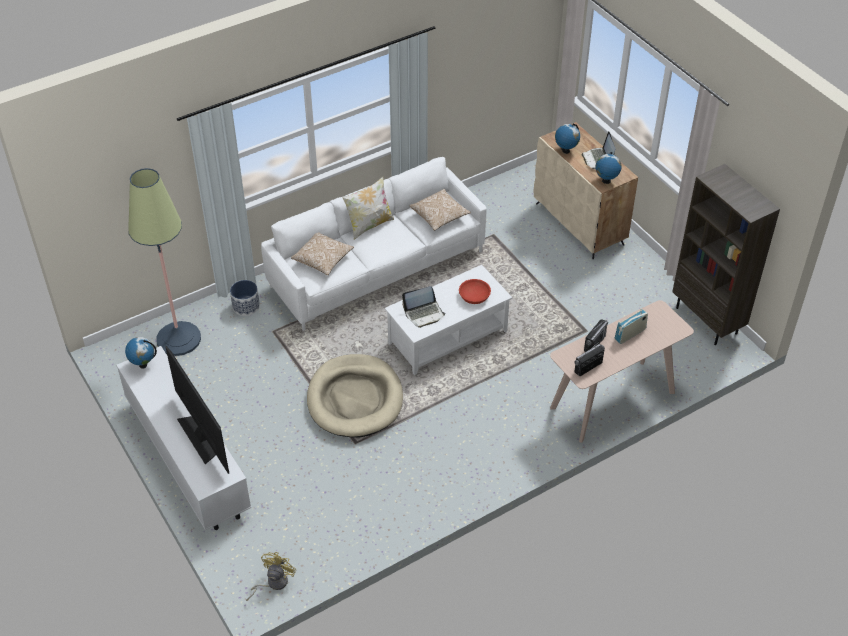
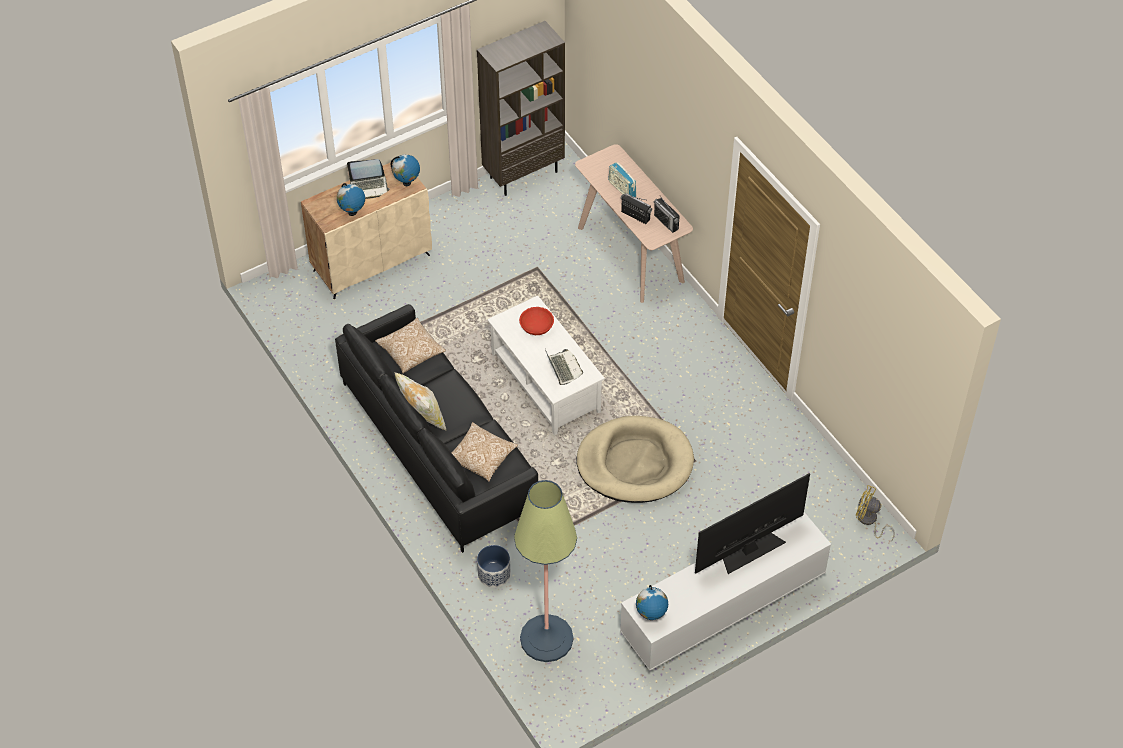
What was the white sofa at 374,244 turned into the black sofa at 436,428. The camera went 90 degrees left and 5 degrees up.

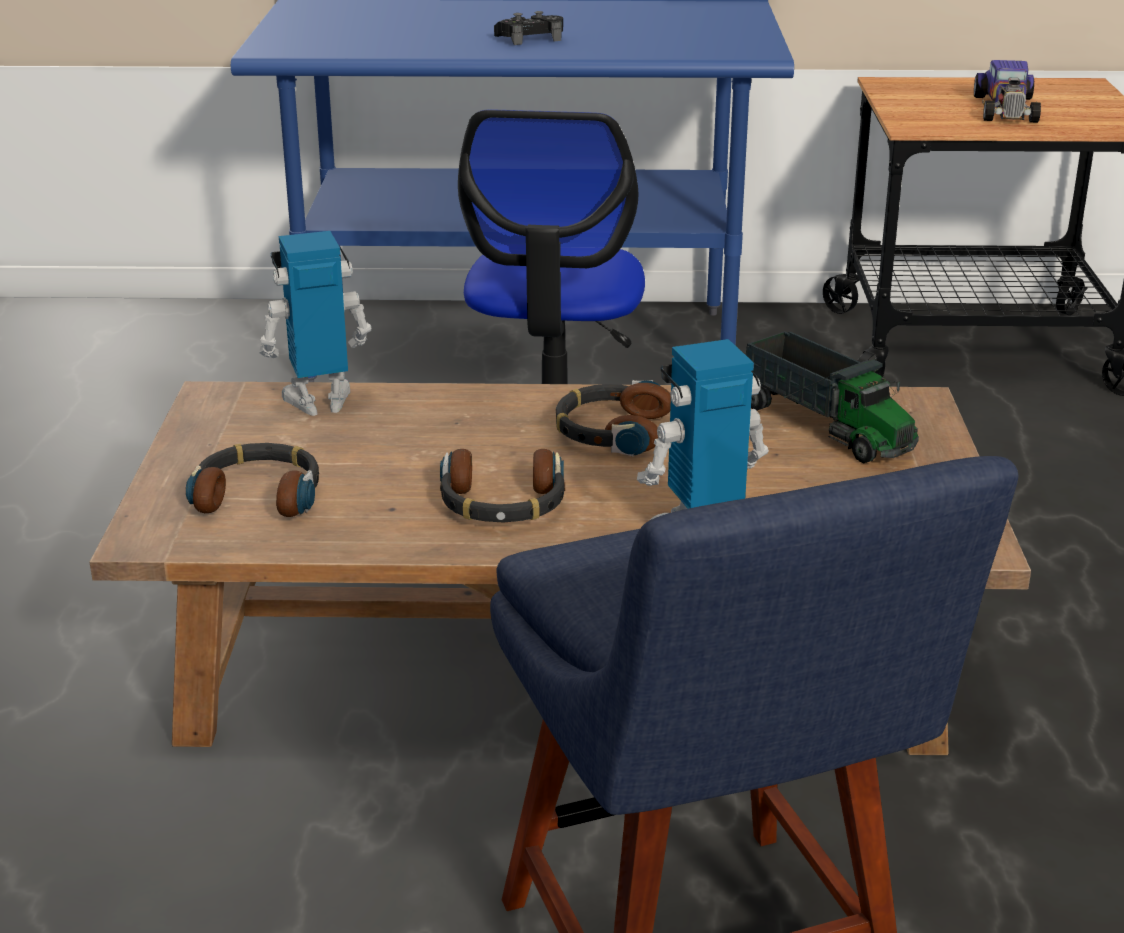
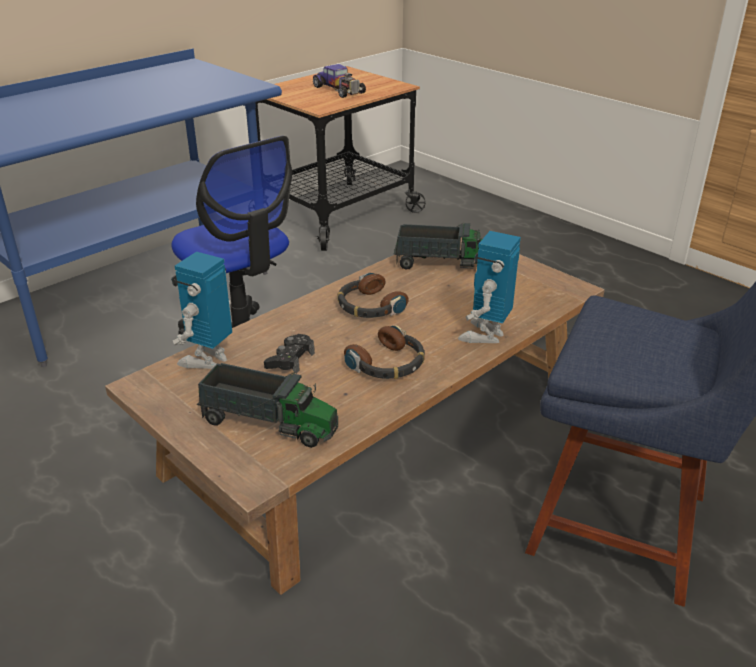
The black game controller ended up elsewhere, having gone from 528,28 to 289,354. Where the headphones stood at 252,480, the toy truck came to stand at 267,405. The camera went 45 degrees left and 5 degrees up.

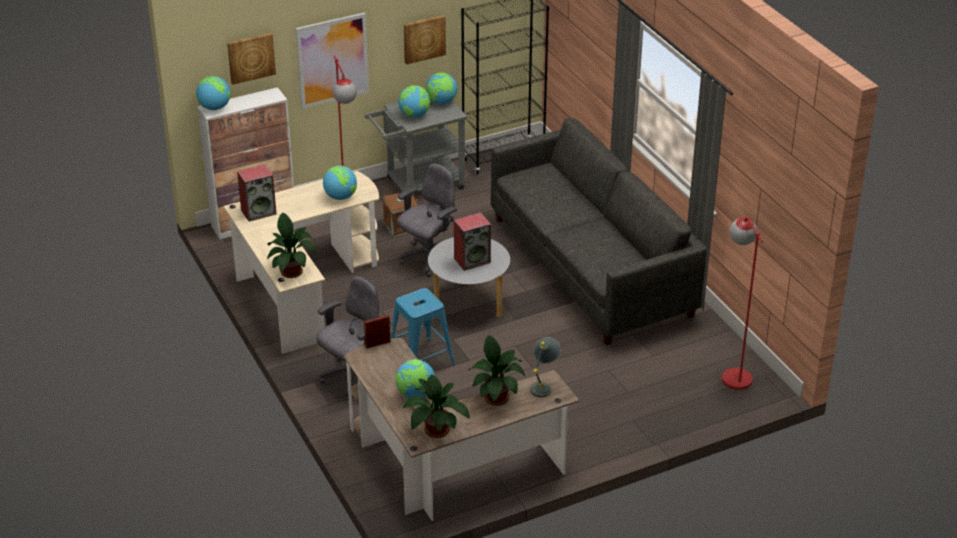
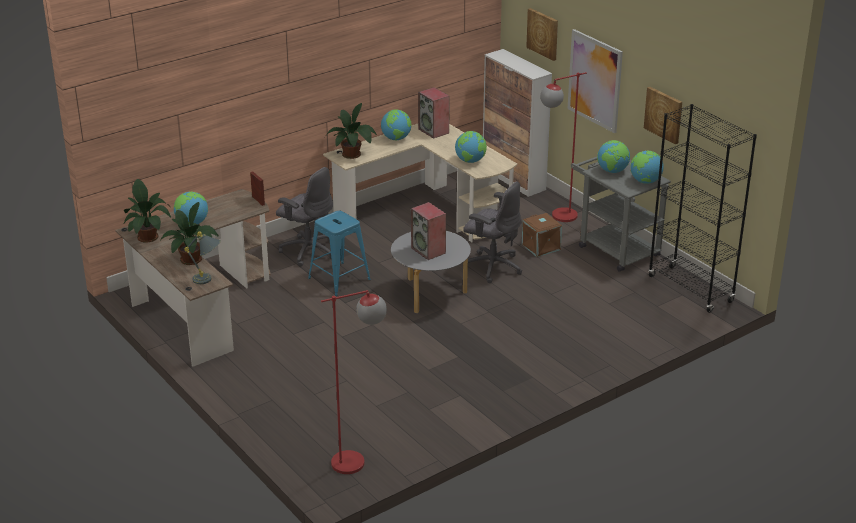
The second view lost the grey sofa at 599,231. The globe ended up elsewhere, having gone from 213,93 to 396,125. The camera went 80 degrees right and 5 degrees down.

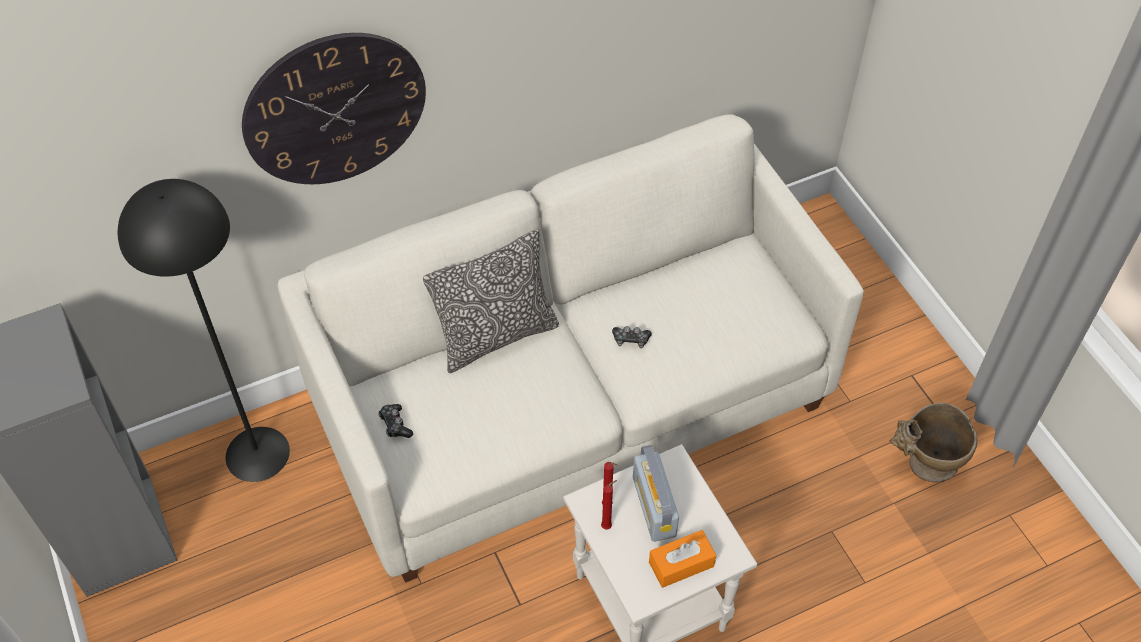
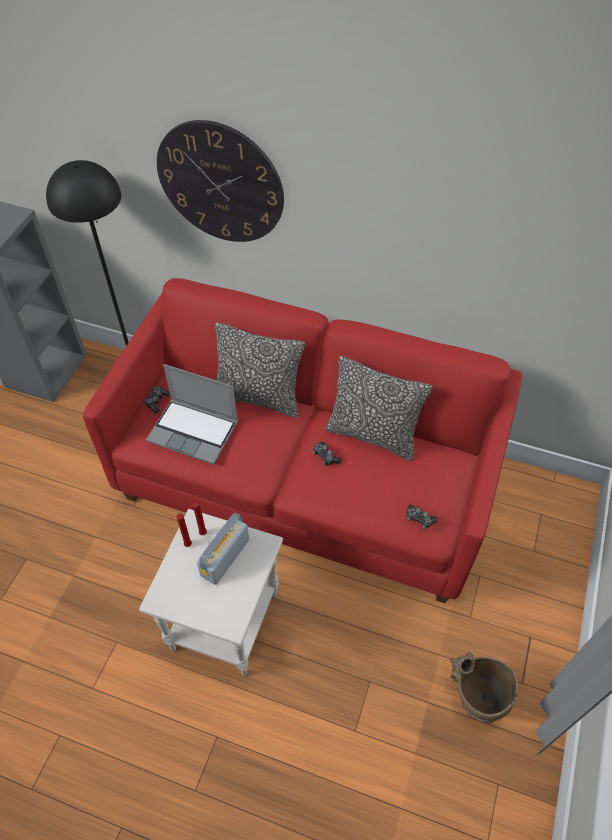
The second view lost the orange tissue box at 682,559. The second view gained the laptop at 192,414. The second view gained the pillow at 379,408. The second view gained the game controller at 422,517. What was the white sofa at 571,348 turned into the red sofa at 302,440. The camera went 45 degrees right and 0 degrees up.

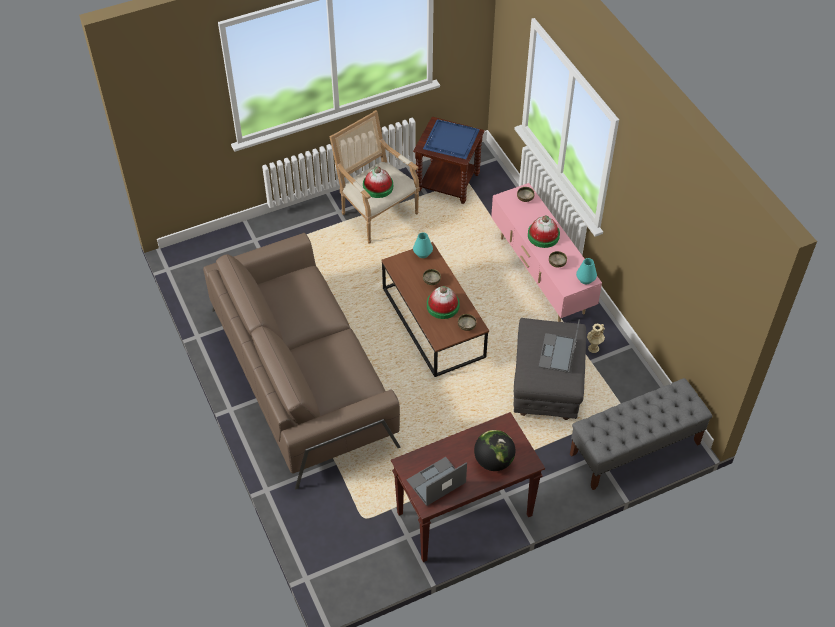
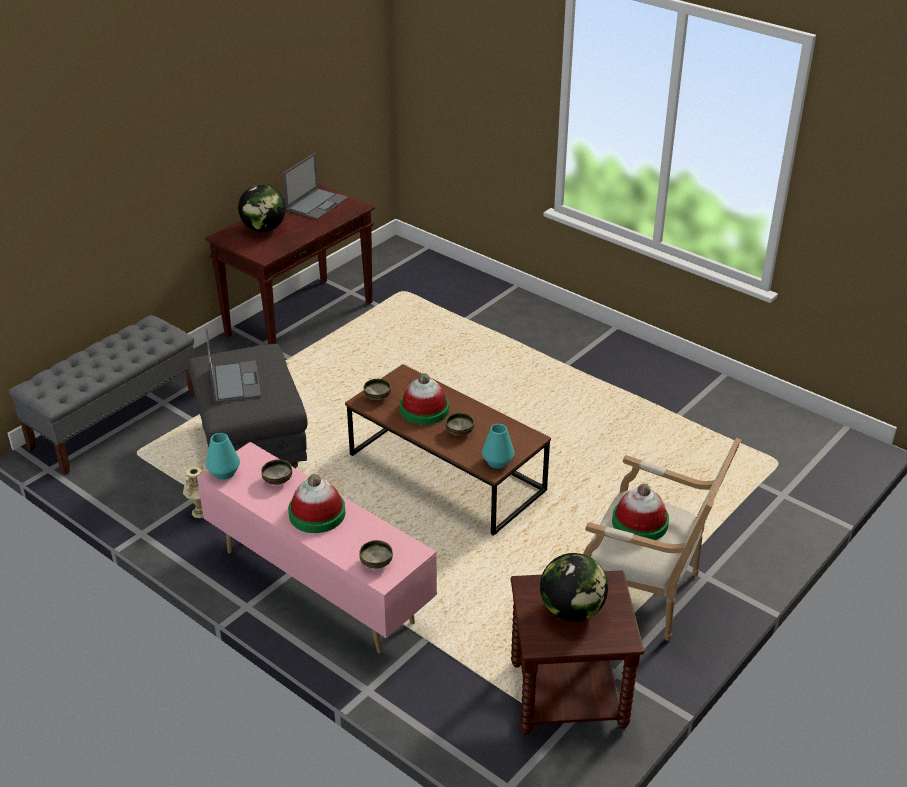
The second view lost the brown sofa at 301,361. Where the blue tray stood at 451,139, the globe came to stand at 574,587. The camera went 155 degrees right and 15 degrees down.

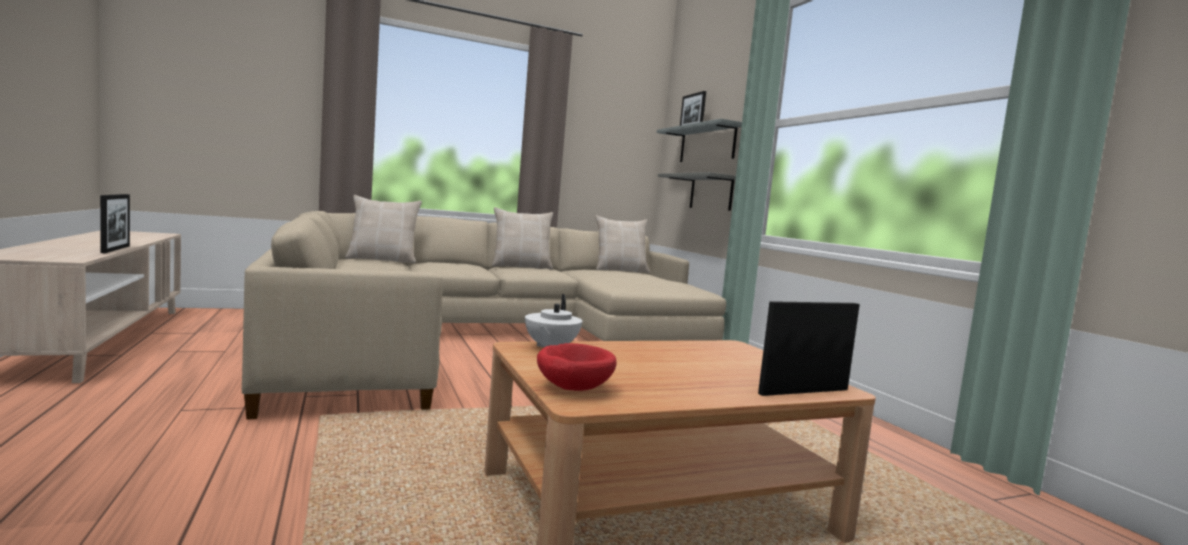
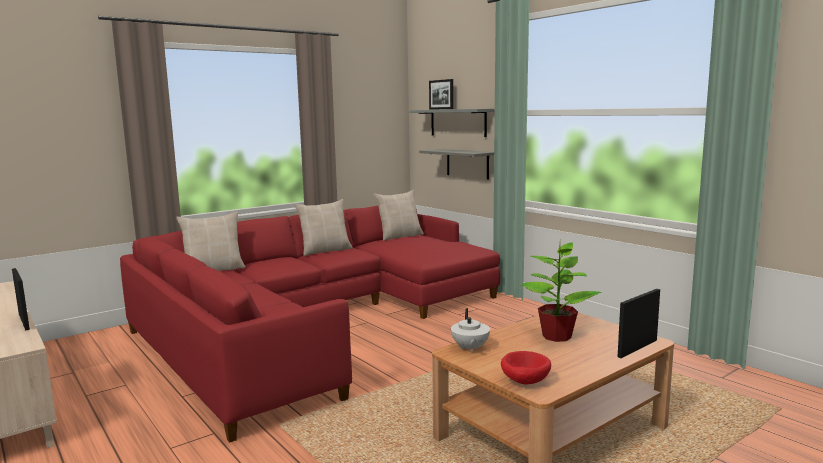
The second view gained the potted plant at 560,292. What was the beige sofa at 484,315 turned into the red sofa at 310,324. The camera went 15 degrees left and 5 degrees up.

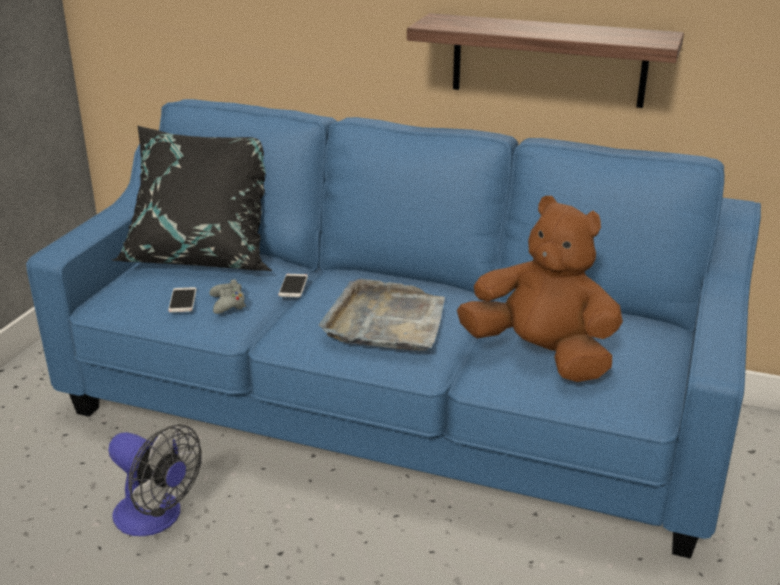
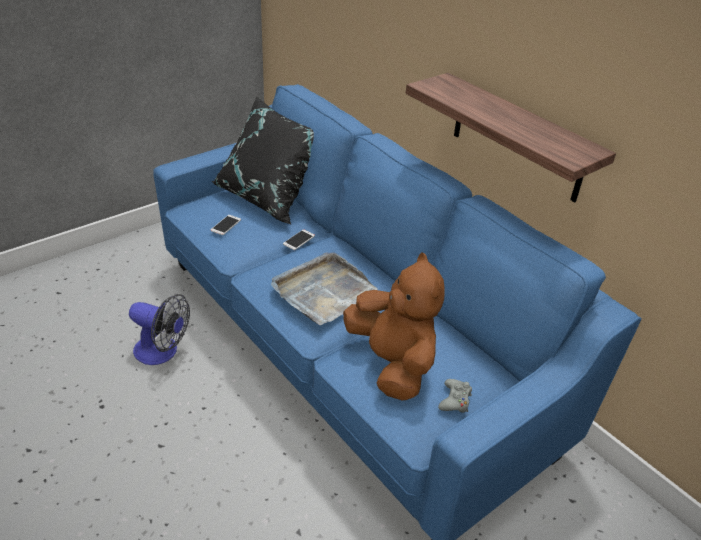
The grey game controller ended up elsewhere, having gone from 227,296 to 455,396. The fan at 155,480 ended up facing another way, 45 degrees counterclockwise from before. The camera went 30 degrees right and 10 degrees up.

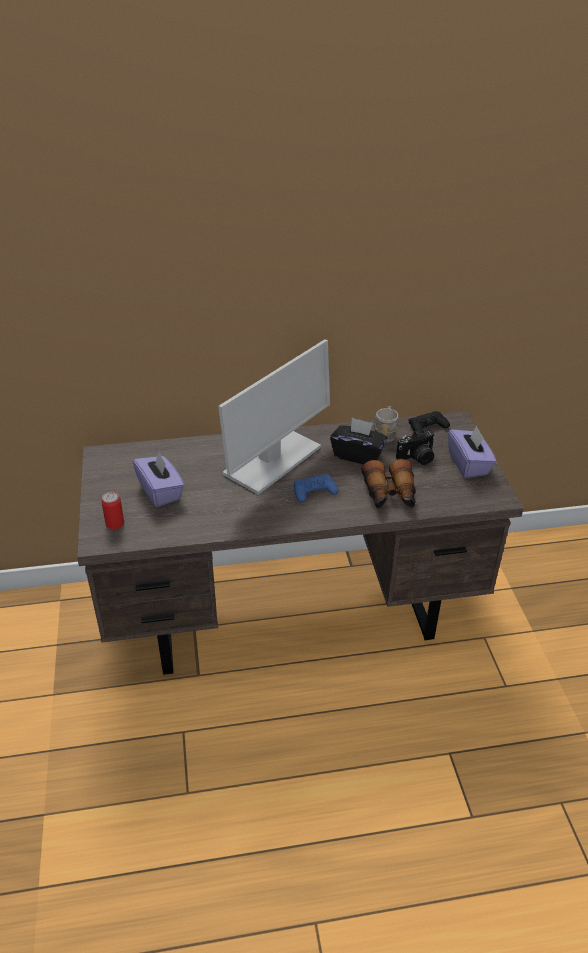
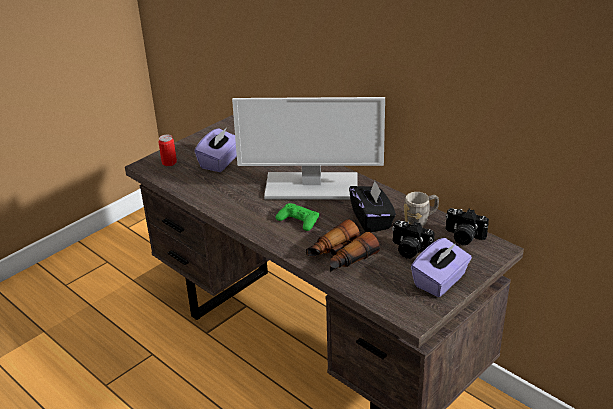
Where the black game controller stood at 429,422, the photo camera came to stand at 467,226. What was the blue game controller at 316,488 turned into the green game controller at 297,217. The camera went 55 degrees right and 5 degrees down.

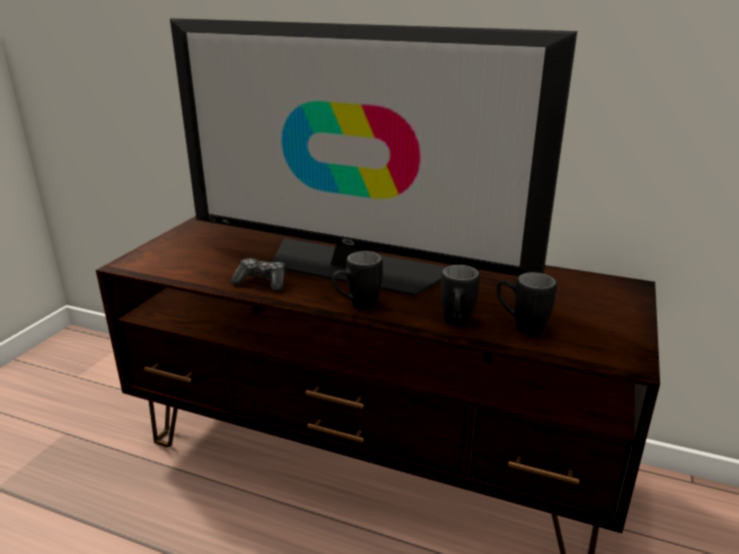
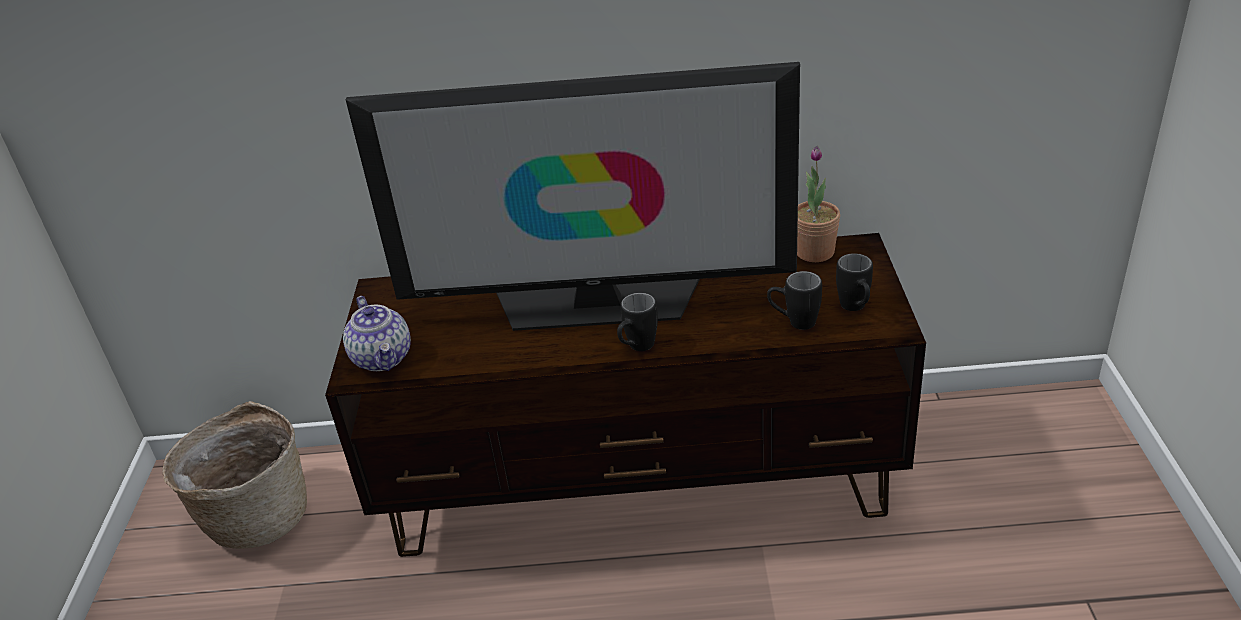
The second view lost the game controller at 258,274. The second view gained the basket at 234,475. The second view gained the teapot at 377,333. The second view gained the potted plant at 818,204. The black mug ended up elsewhere, having gone from 460,295 to 854,282. The camera went 20 degrees left and 10 degrees up.

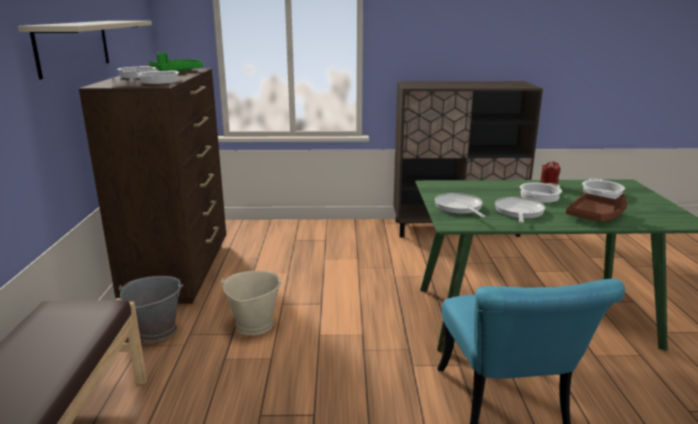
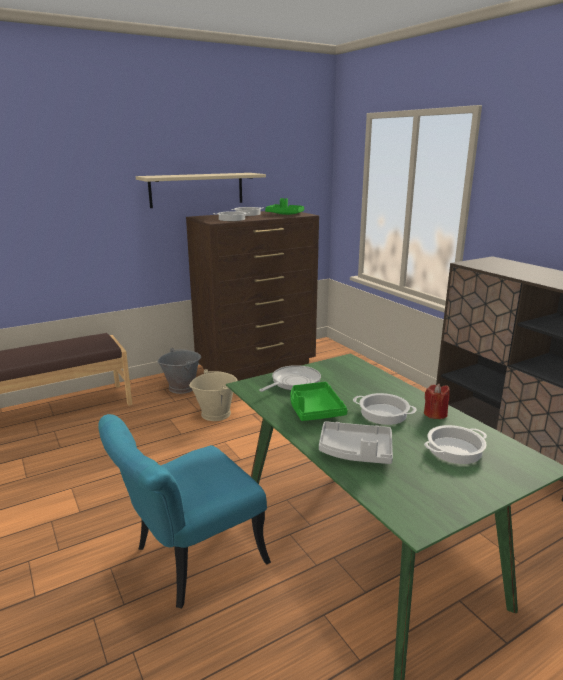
Where the frying pan stood at 520,210, the green tray came to stand at 319,401. What was the brown tray at 596,207 turned into the grey tray at 356,442. The camera went 60 degrees right and 0 degrees up.

